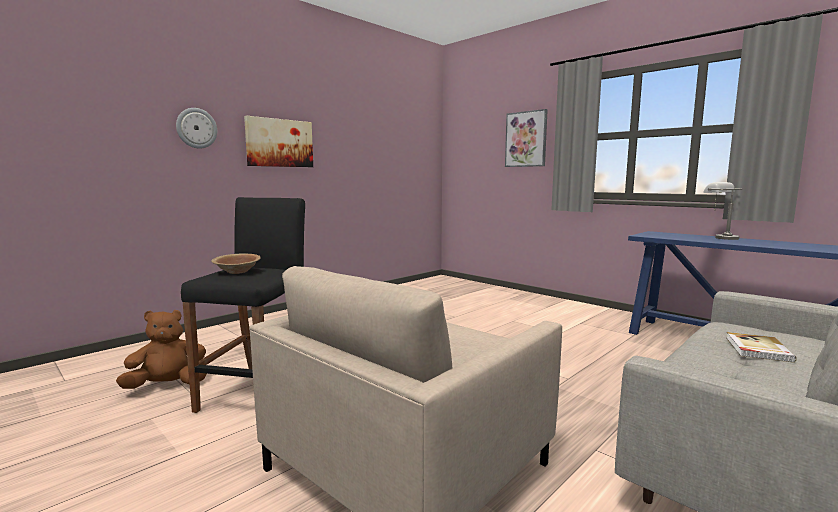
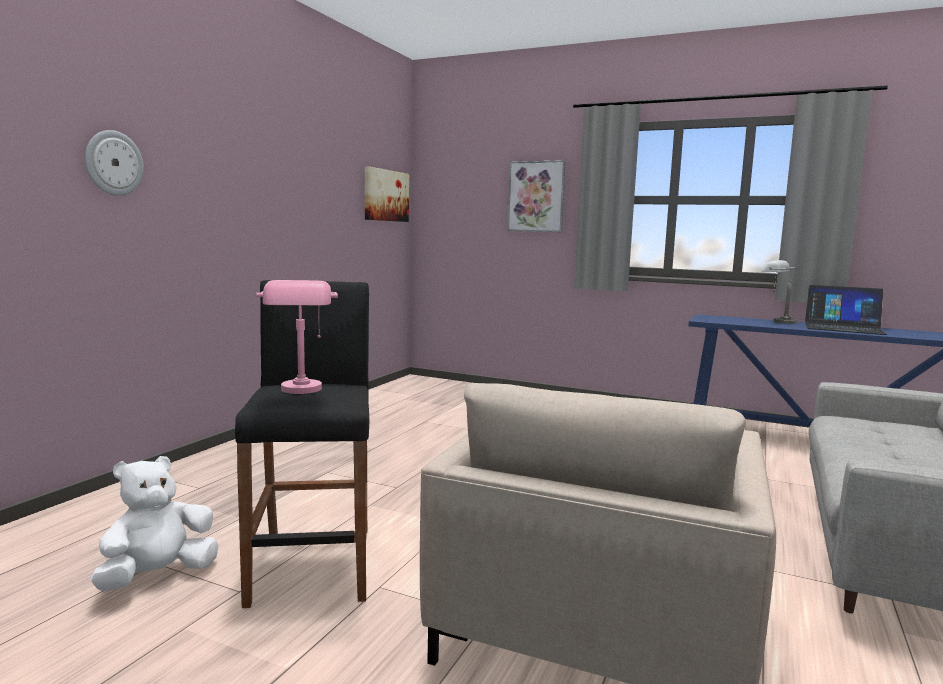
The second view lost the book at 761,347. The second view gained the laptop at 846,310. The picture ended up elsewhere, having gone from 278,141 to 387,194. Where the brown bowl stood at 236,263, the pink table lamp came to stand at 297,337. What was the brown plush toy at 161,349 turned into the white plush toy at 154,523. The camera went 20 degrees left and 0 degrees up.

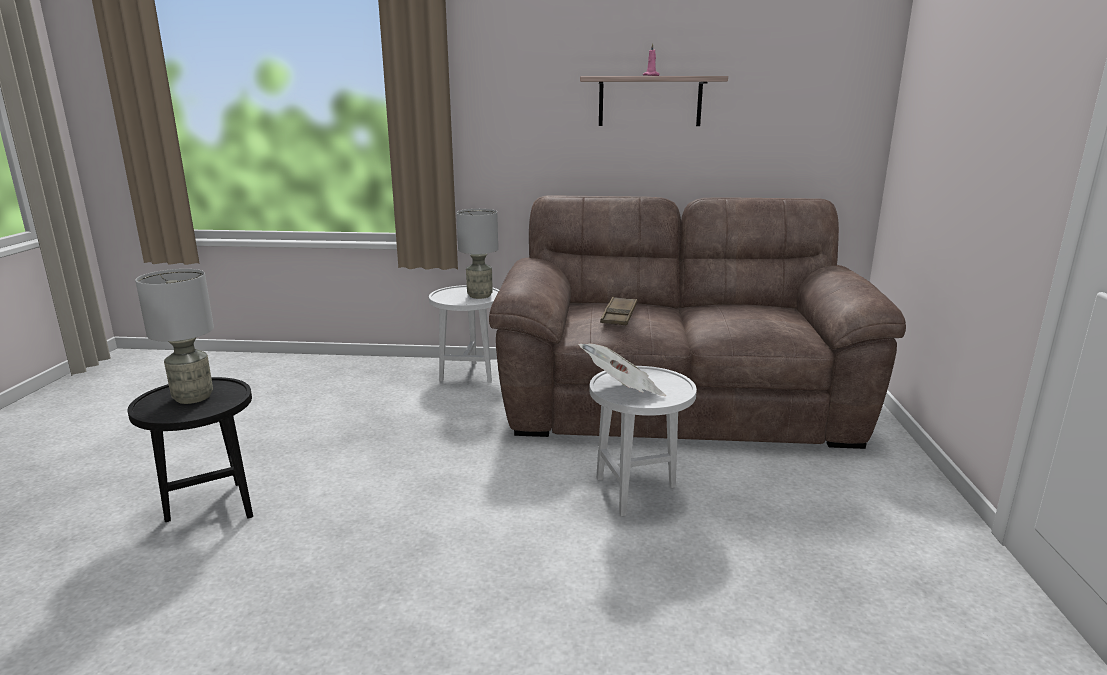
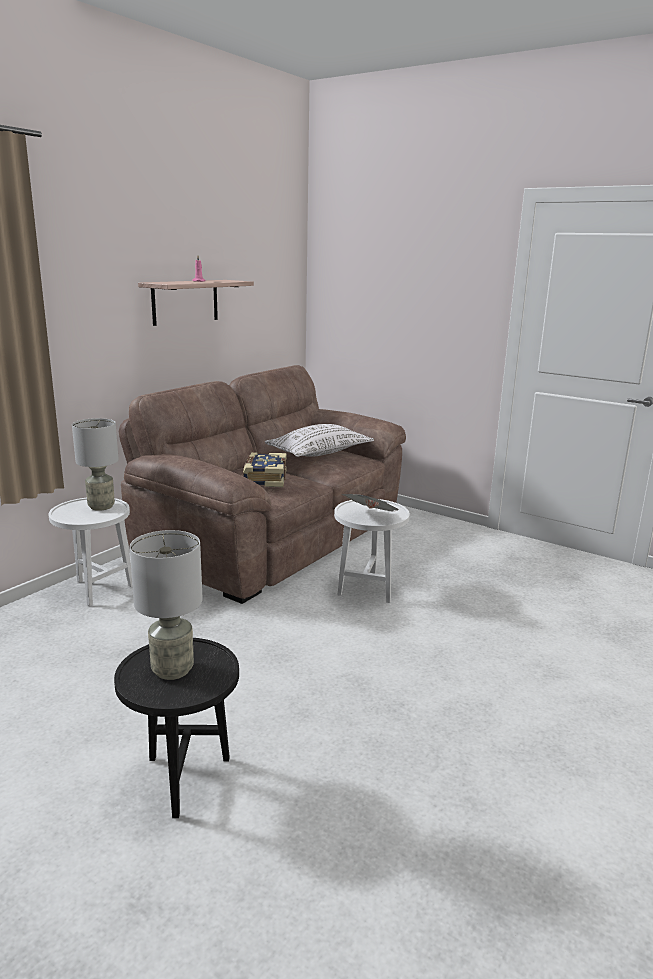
The second view gained the white pillow at 319,440. Where the brown tray stood at 618,311, the book came to stand at 265,469. The camera went 60 degrees left and 0 degrees up.

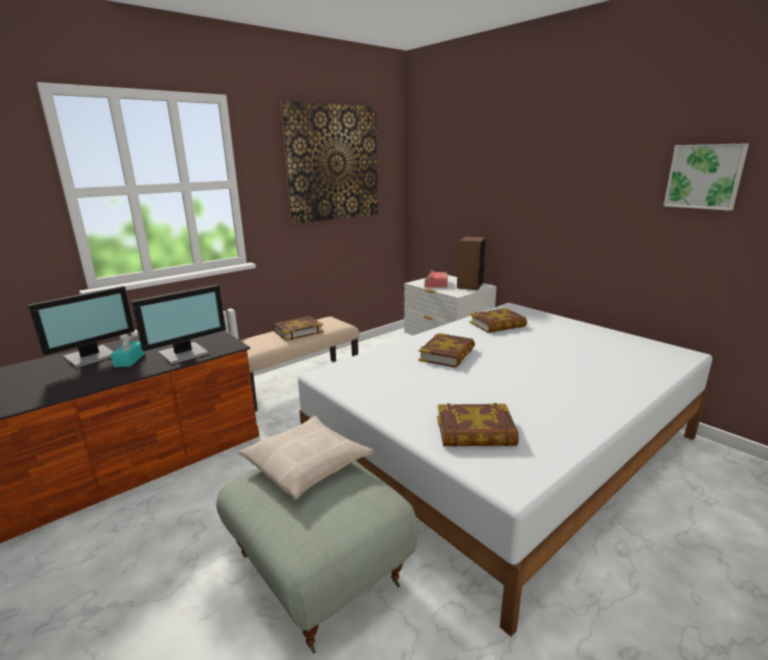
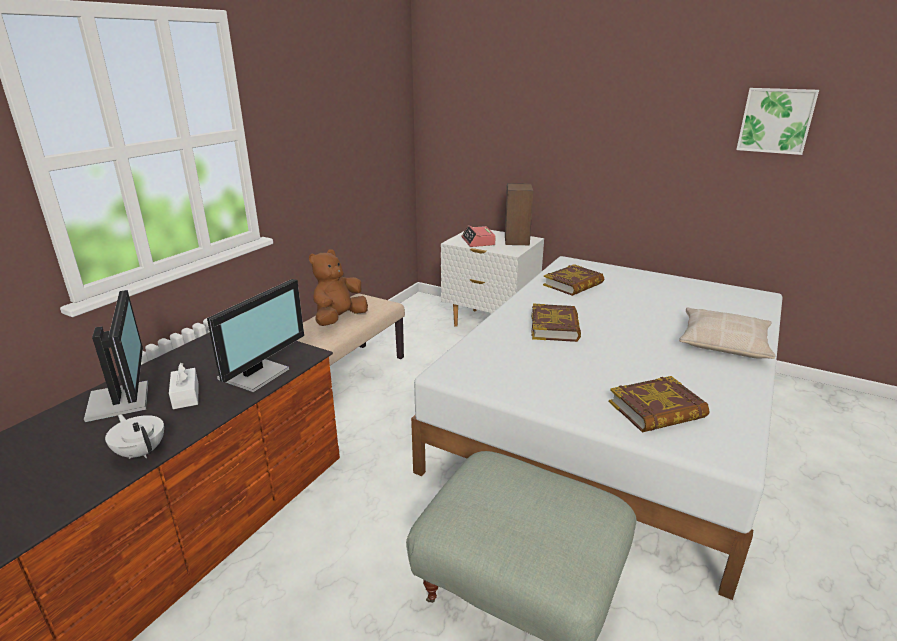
The second view lost the picture at 329,162. The second view gained the white teapot at 134,436. The beige pillow ended up elsewhere, having gone from 306,457 to 727,333. Where the book stood at 298,328, the brown plush toy came to stand at 338,287. What was the turquoise tissue box at 127,351 turned into the white tissue box at 184,386. The monitor at 81,327 ended up facing another way, 45 degrees counterclockwise from before. The camera went 20 degrees left and 5 degrees up.

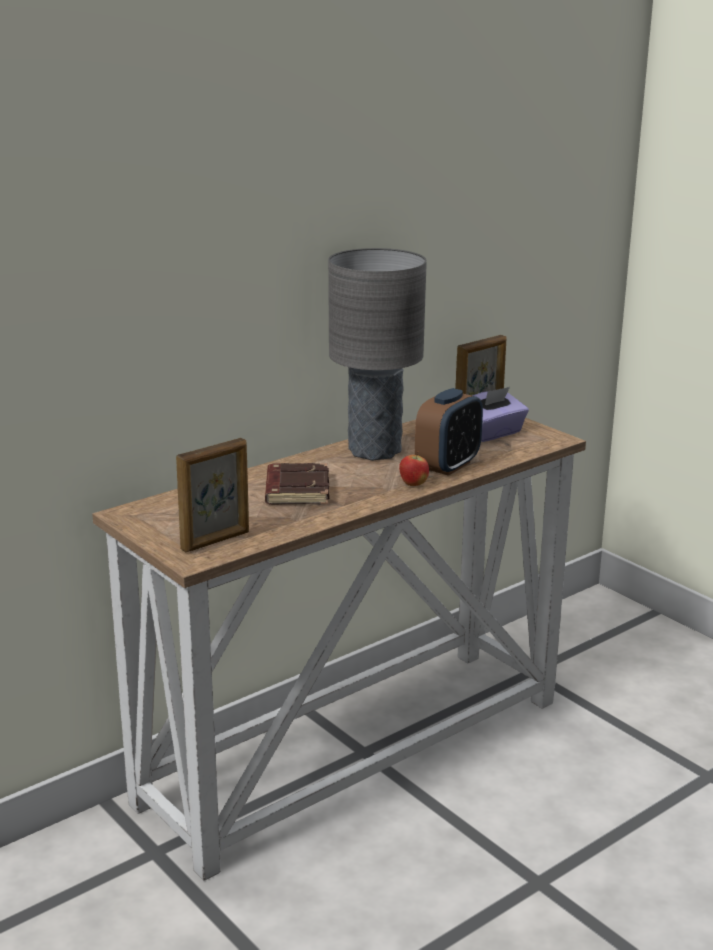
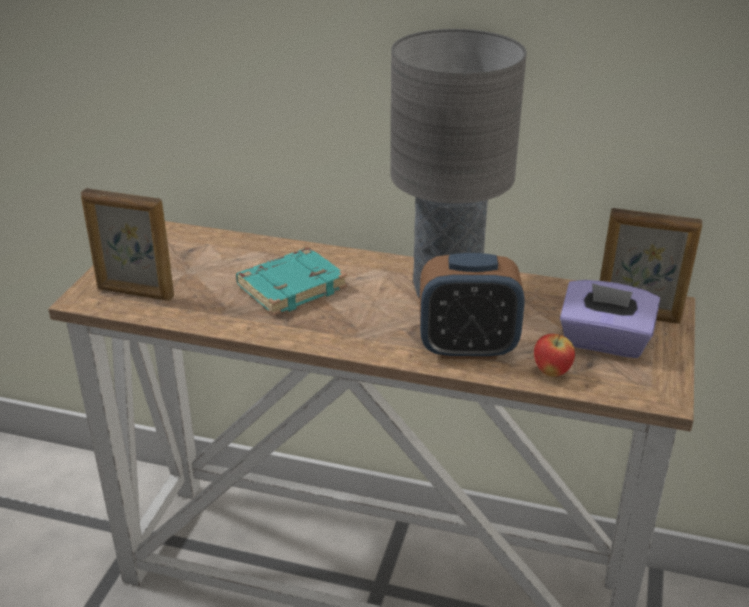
The apple ended up elsewhere, having gone from 414,469 to 554,355. What was the brown book at 297,484 turned into the turquoise book at 291,282. The camera went 55 degrees right and 10 degrees up.

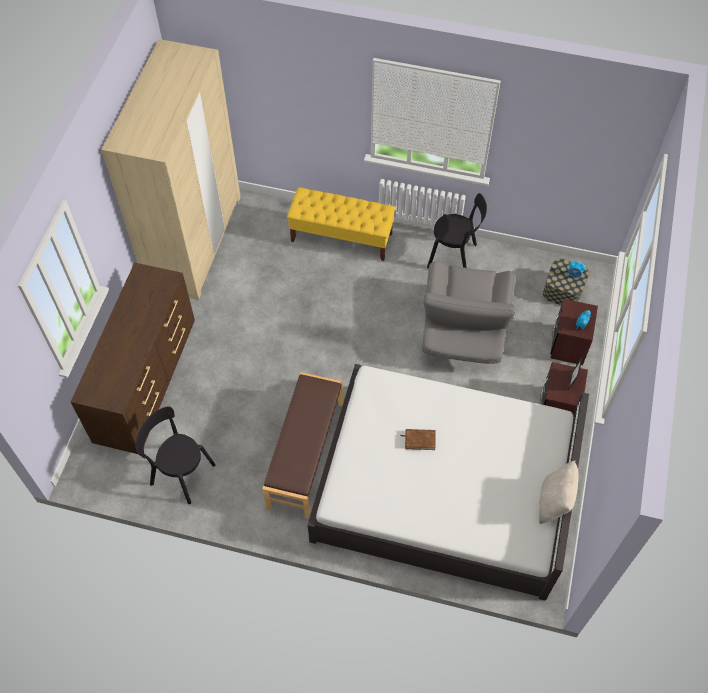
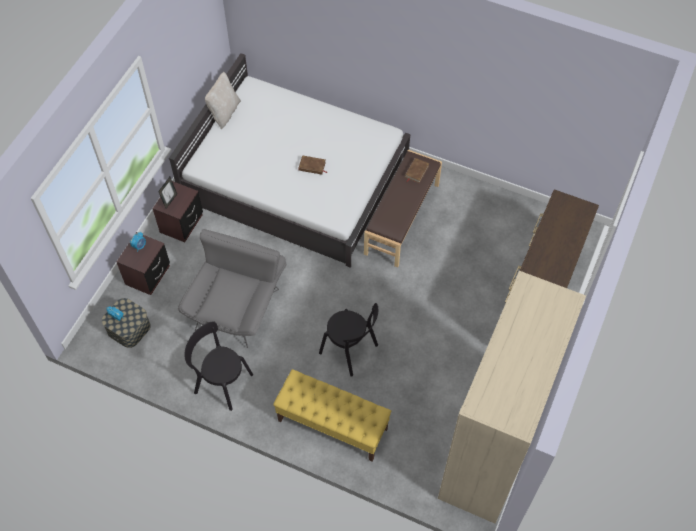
The second view gained the brown book at 417,170. The black chair ended up elsewhere, having gone from 175,455 to 348,340. The camera went 170 degrees left and 0 degrees up.

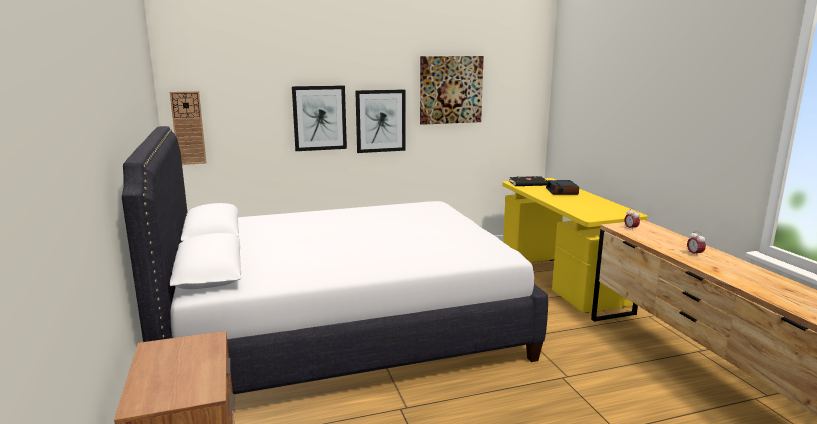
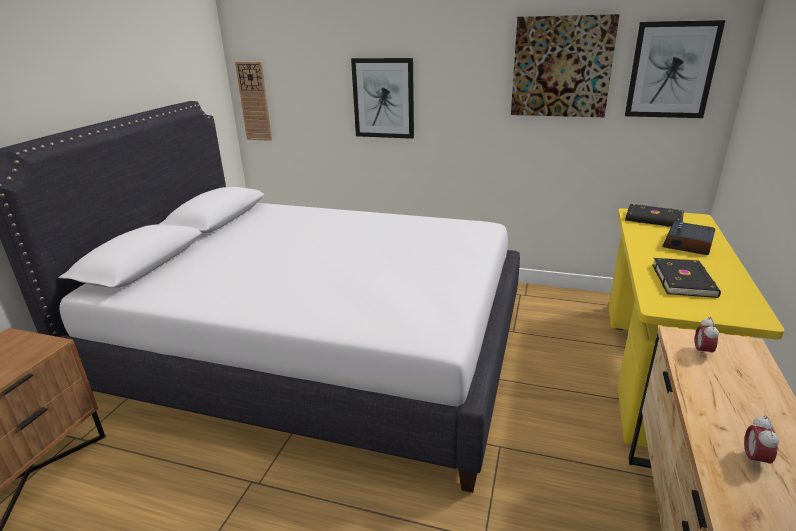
The second view gained the black book at 686,278. The picture ended up elsewhere, having gone from 380,121 to 675,69. The camera went 35 degrees right and 10 degrees up.

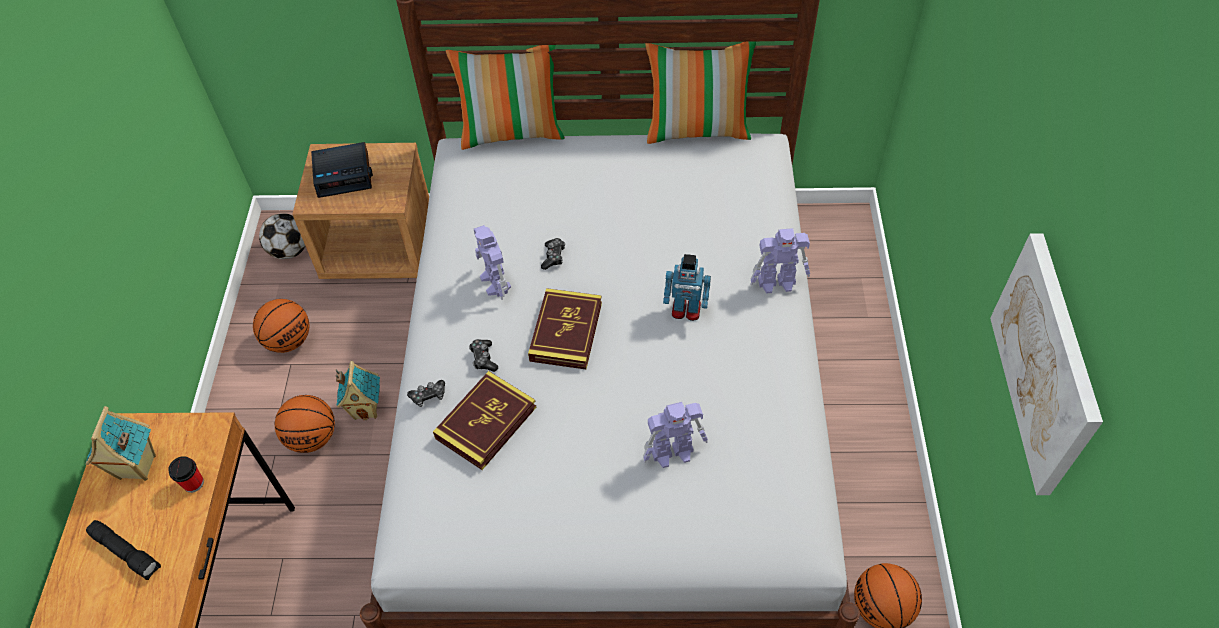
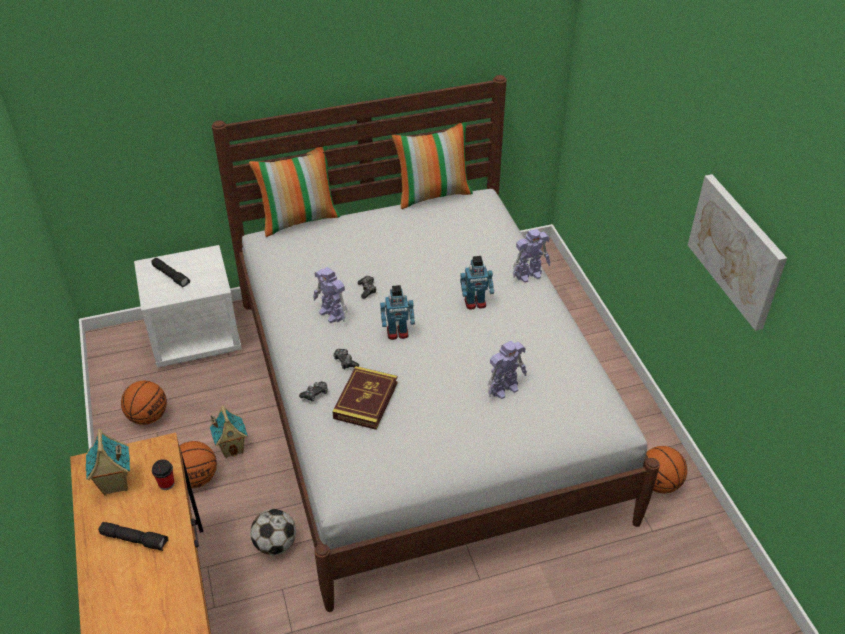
The football ended up elsewhere, having gone from 282,236 to 273,532. Where the alarm clock stood at 342,170, the black flashlight came to stand at 170,272. Where the book stood at 565,328, the toy robot came to stand at 397,312. What was the brown nightstand at 360,211 turned into the white nightstand at 188,306. The camera went 20 degrees left and 10 degrees down.

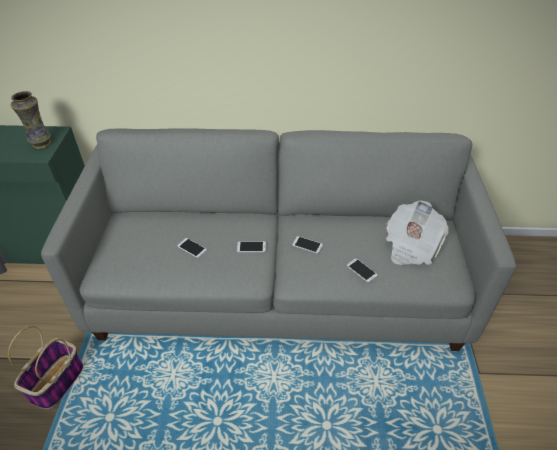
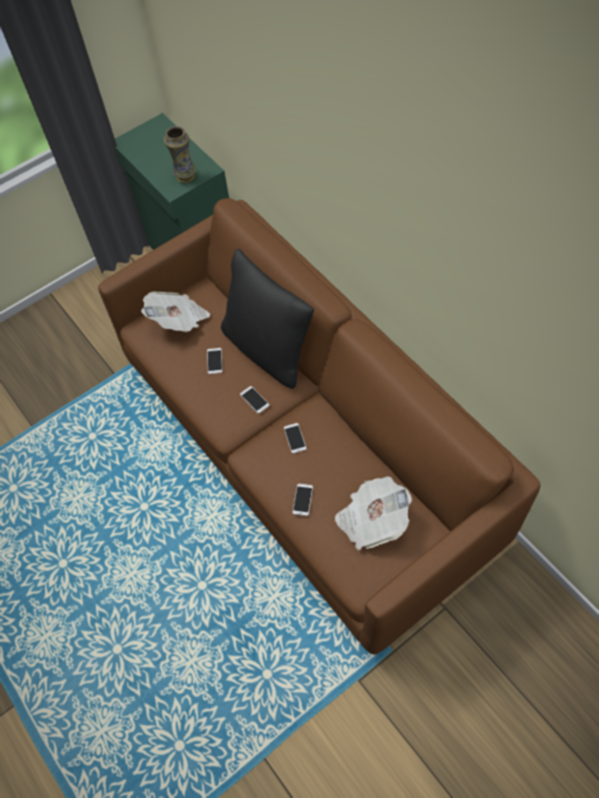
The second view lost the basket at 46,367. The second view gained the newspaper at 175,311. The second view gained the black pillow at 267,319. What was the grey sofa at 278,239 turned into the brown sofa at 319,426. The camera went 55 degrees right and 15 degrees up.

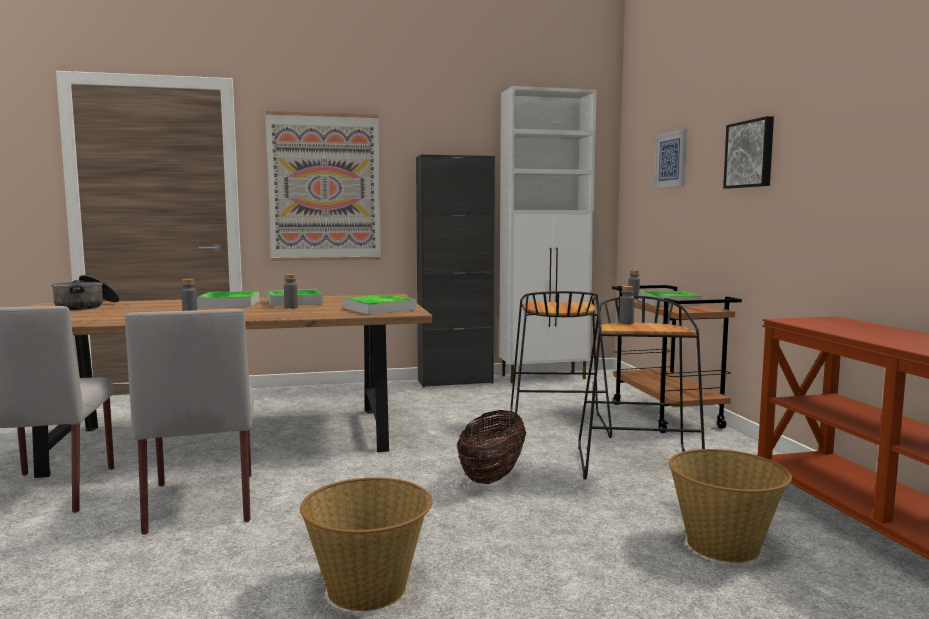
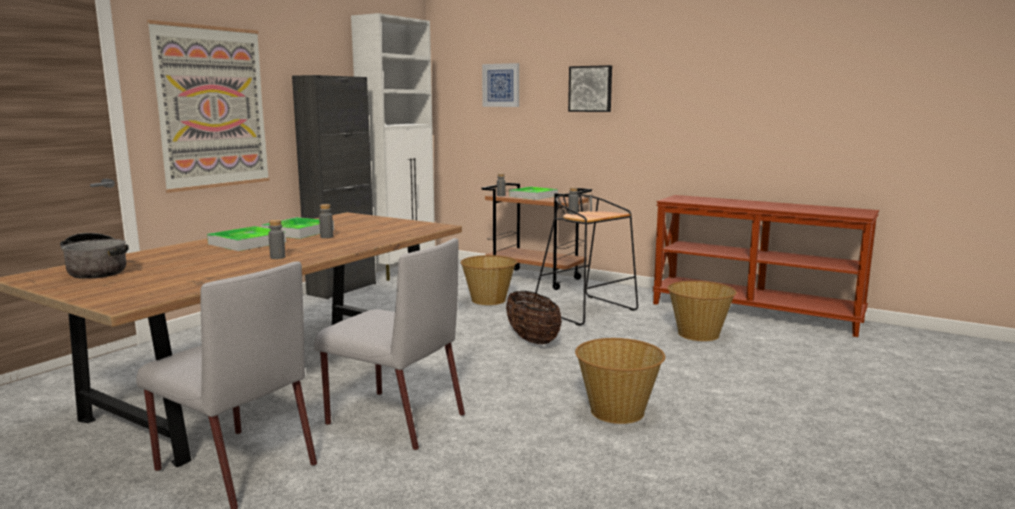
The second view lost the tray at 380,304. Where the black stool stood at 561,364, the basket came to stand at 489,280. The camera went 45 degrees left and 5 degrees up.

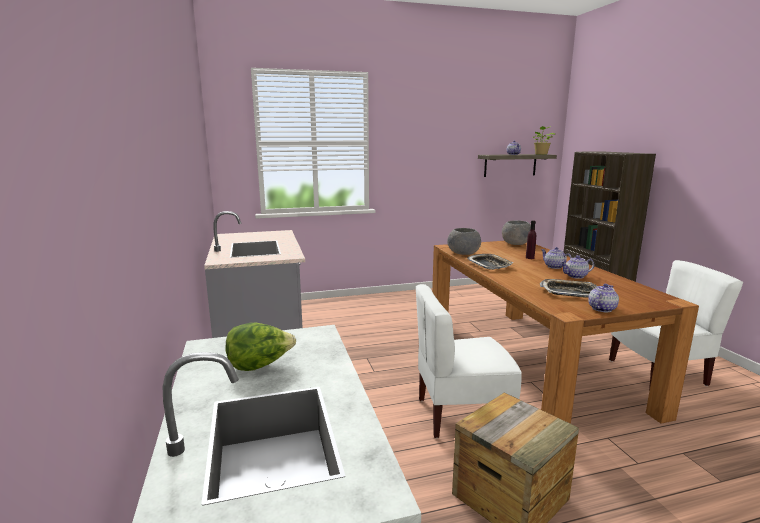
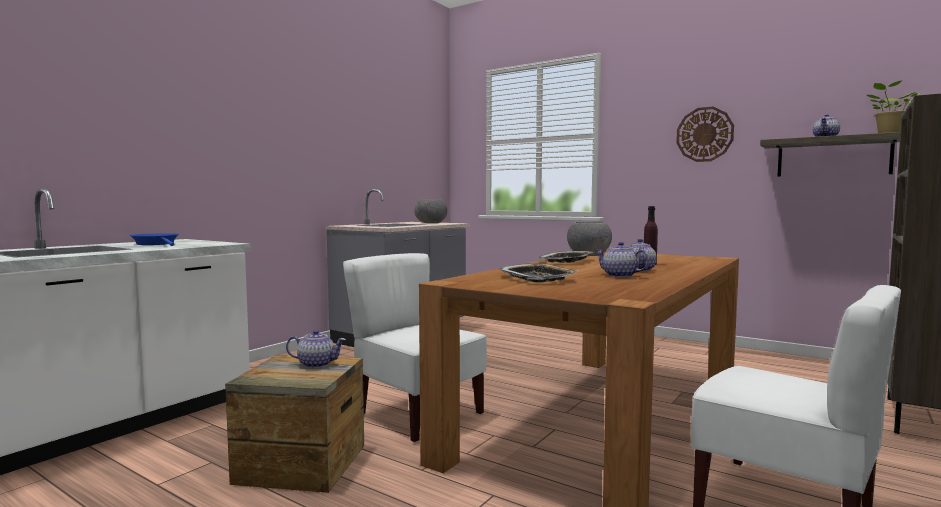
The second view gained the wall clock at 705,134. The grey bowl ended up elsewhere, having gone from 516,232 to 430,211. The teapot ended up elsewhere, having gone from 603,298 to 316,349. Where the lettuce stood at 260,347, the blue frying pan came to stand at 154,239. The camera went 50 degrees right and 10 degrees down.

